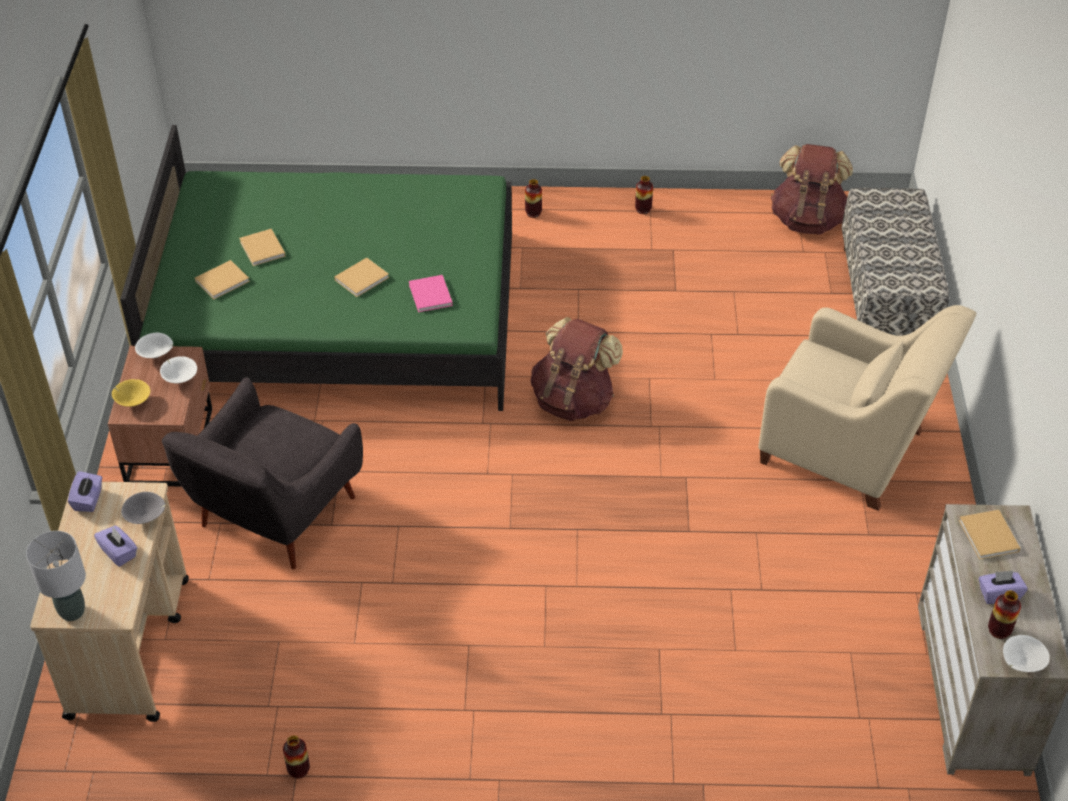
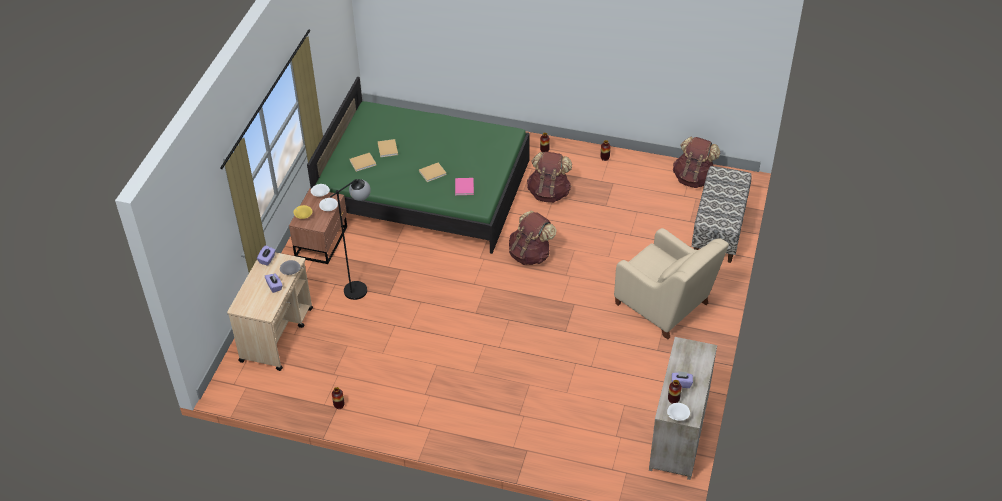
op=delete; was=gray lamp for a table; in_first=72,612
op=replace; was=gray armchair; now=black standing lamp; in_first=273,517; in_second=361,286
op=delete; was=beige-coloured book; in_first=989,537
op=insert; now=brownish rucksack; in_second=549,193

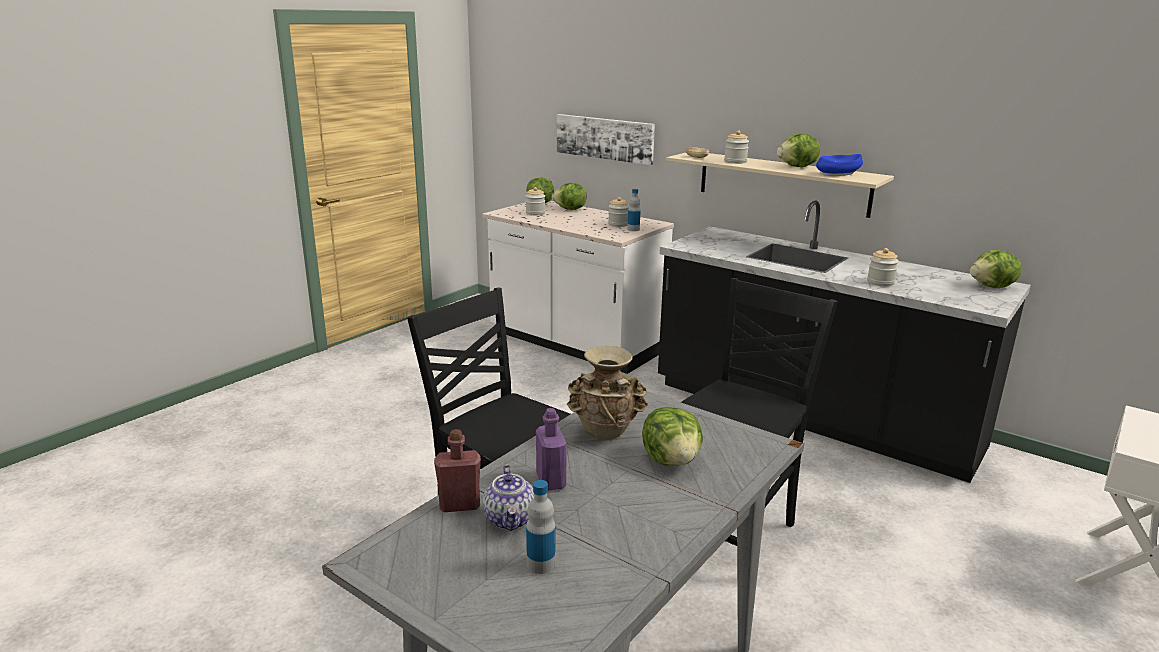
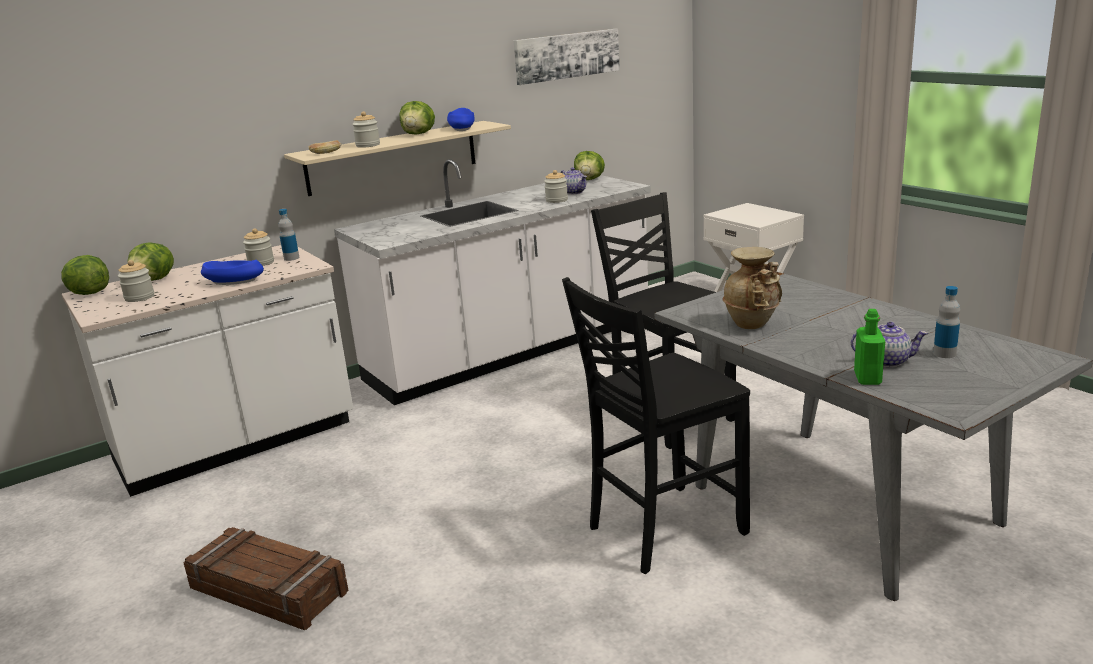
op=recolor; was=reddish drink bottle; now=green drink bottle; in_first=460,505; in_second=867,378
op=delete; was=purple-coloured drink bottle; in_first=551,481
op=move; was=wall picture; in_first=605,138; in_second=567,56
op=delete; was=lettuce head; in_first=672,460
op=recolor; was=black counter; now=white-coloured counter; in_first=811,417; in_second=512,352
op=insert; now=shipping crate; in_second=269,589
op=insert; now=blue-coloured serving bowl; in_second=234,281
op=insert; now=tea pot; in_second=574,192

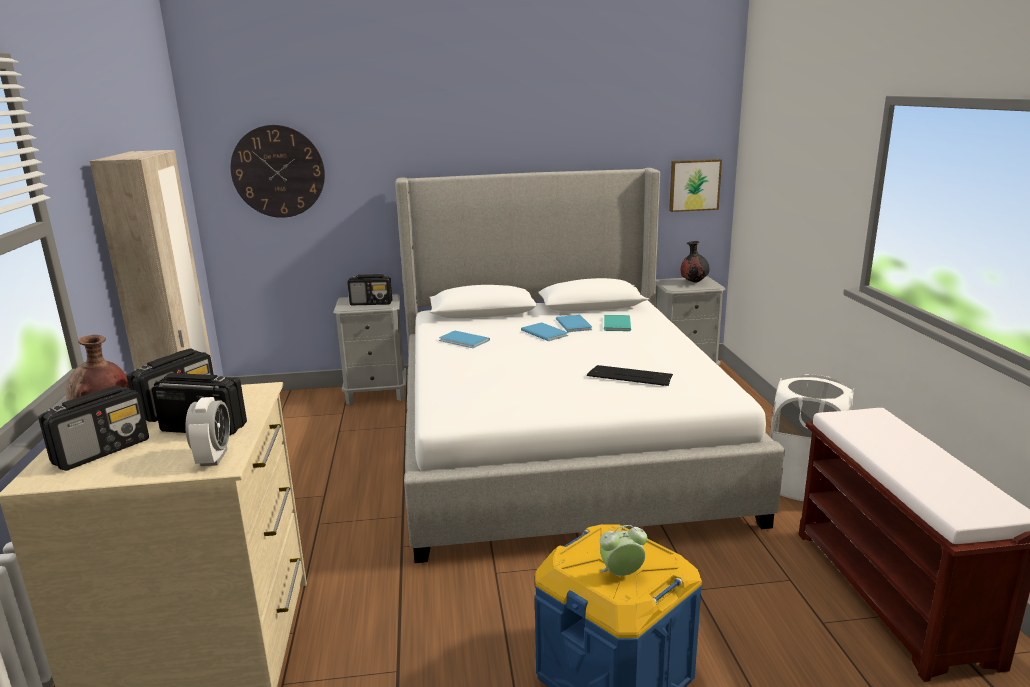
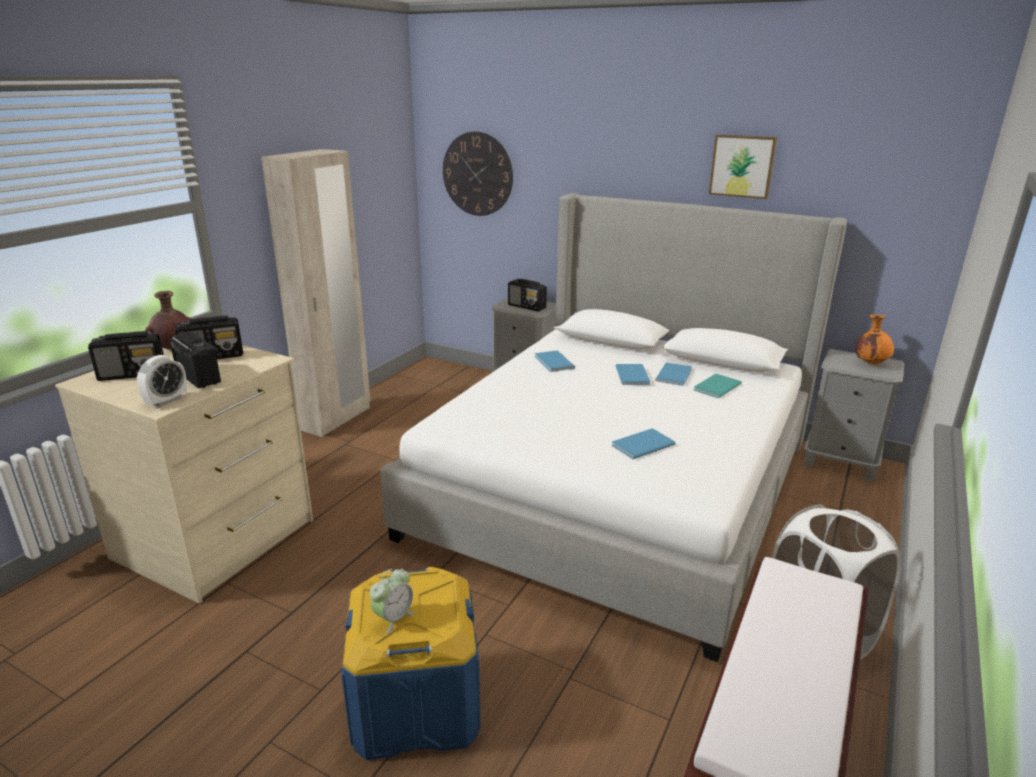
op=replace; was=computer keyboard; now=blue-coloured book; in_first=630,376; in_second=640,445
op=rotate; was=table clock; in_first=622,574; in_second=393,618; clockwise=105
op=move; was=wall picture; in_first=694,185; in_second=742,166
op=recolor; was=black decorative vase; now=orange-coloured decorative vase; in_first=693,282; in_second=870,363

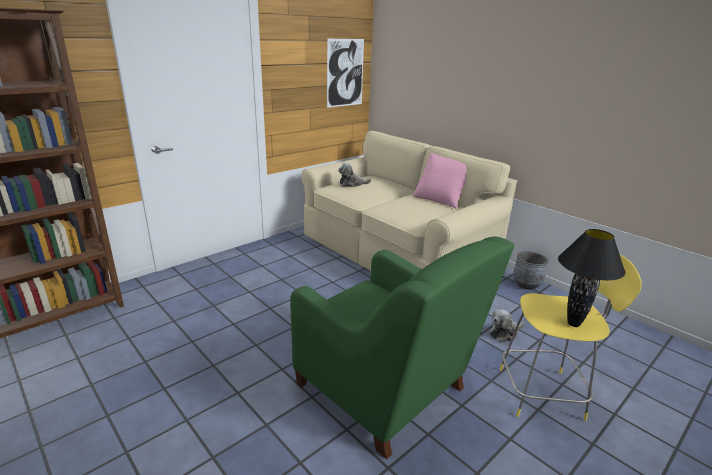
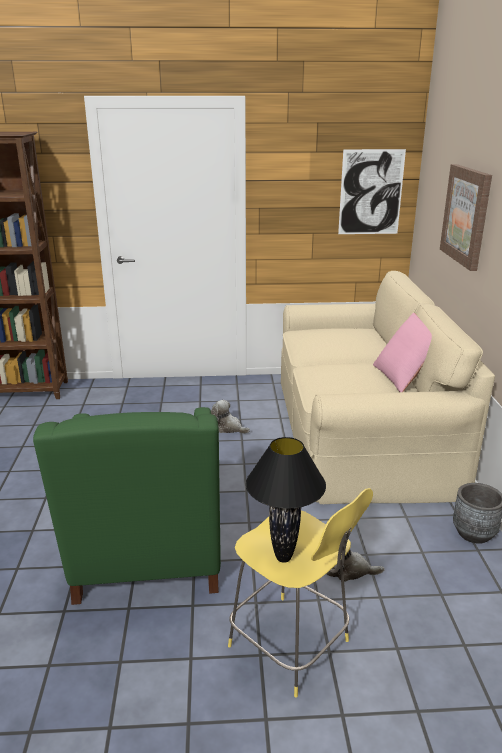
op=move; was=cuddly toy; in_first=352,184; in_second=228,428
op=insert; now=wall picture; in_second=466,215

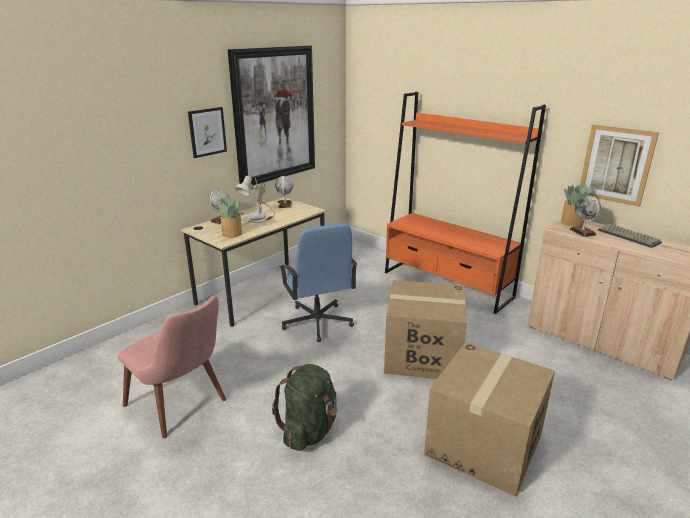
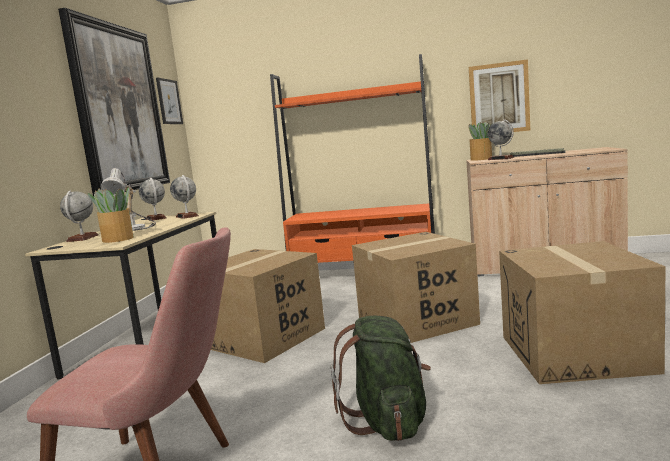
op=move; was=wall picture; in_first=207,132; in_second=169,102
op=replace; was=blue-coloured computer chair; now=carton; in_first=317,322; in_second=263,338
op=insert; now=world globe; in_second=187,216

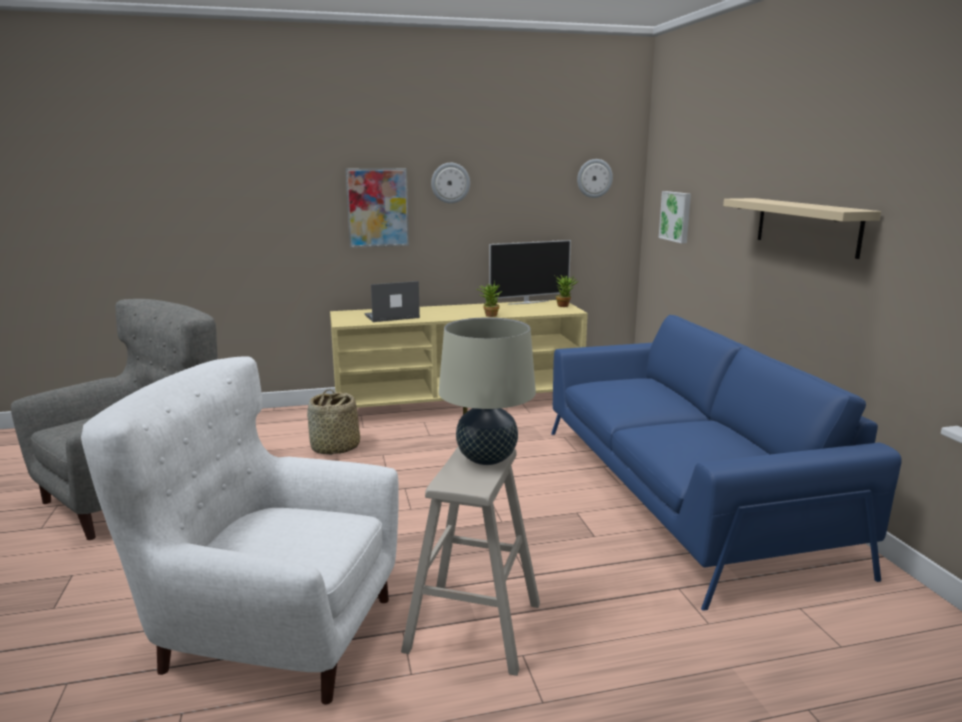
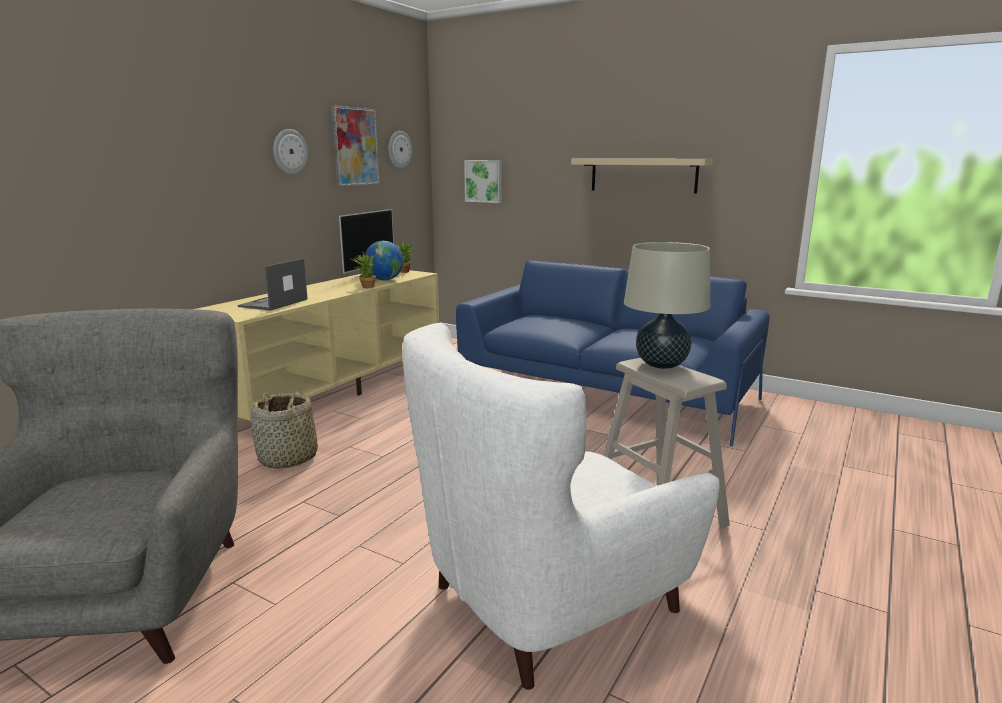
op=move; was=wall picture; in_first=377,208; in_second=355,146
op=insert; now=world globe; in_second=384,280

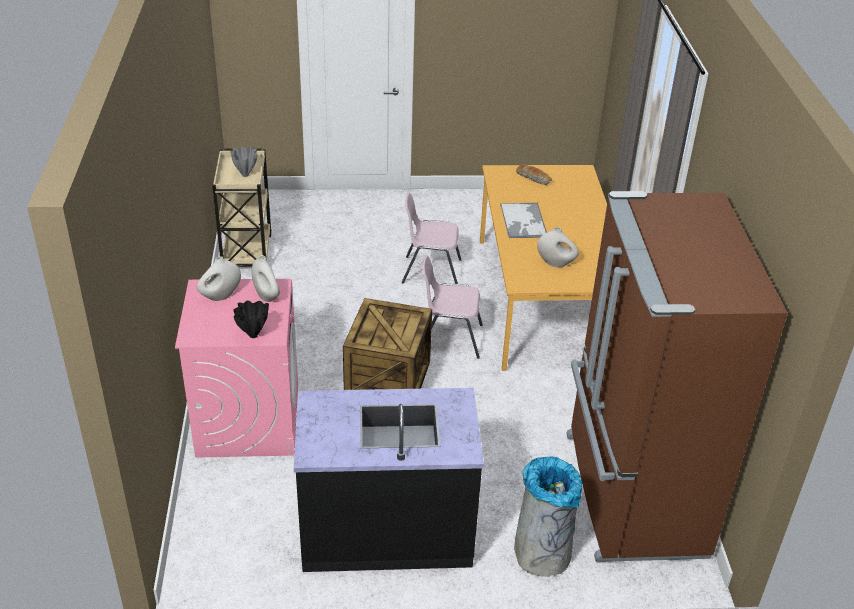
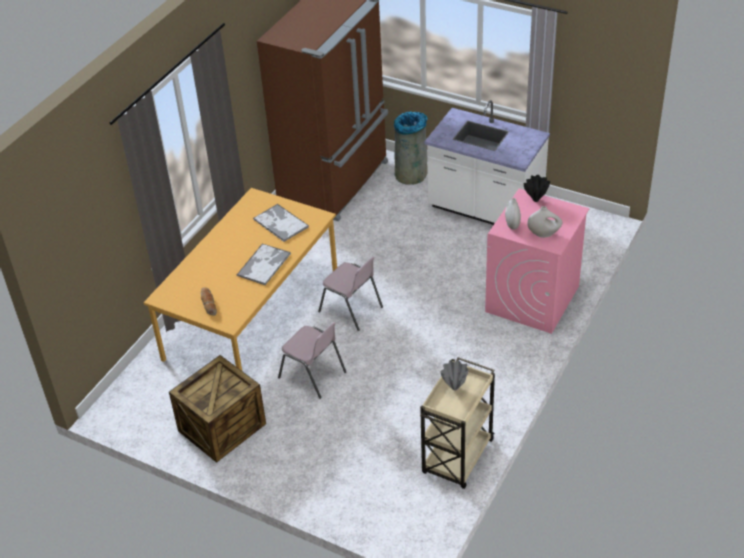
op=recolor; was=black counter; now=white-coloured counter; in_first=386,530; in_second=485,209
op=move; was=shipping crate; in_first=389,381; in_second=221,426
op=replace; was=white-coloured decorative vase; now=carrying tray; in_first=555,263; in_second=280,223

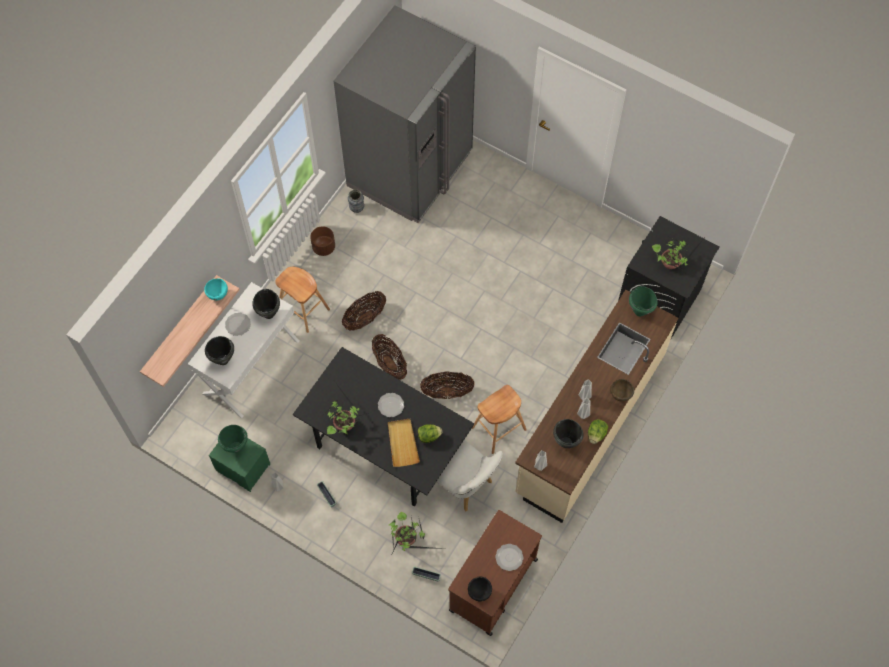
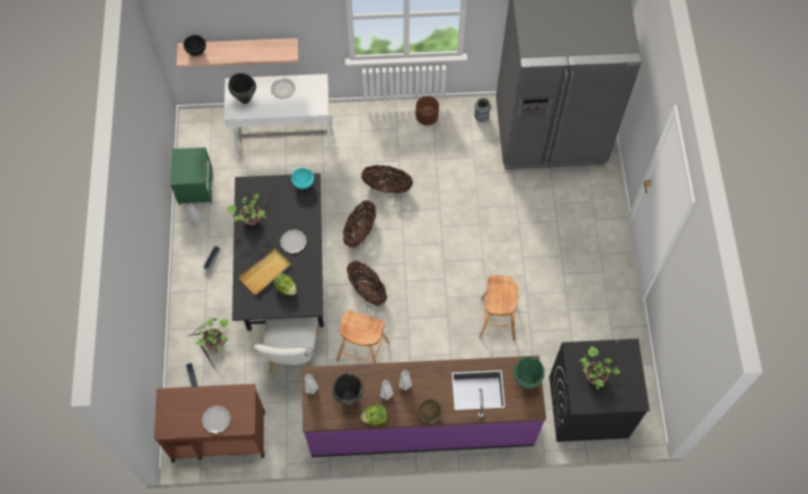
op=move; was=turquoise-coloured serving bowl; in_first=218,294; in_second=303,184
op=delete; was=green cooking pot; in_first=235,447
op=delete; was=black cooking pot; in_first=269,313
op=move; was=brownish stool seat; in_first=303,309; in_second=497,318
op=move; was=black serving bowl; in_first=479,592; in_second=197,52
op=recolor; was=beige-coloured counter; now=purple-coloured counter; in_first=589,424; in_second=421,422

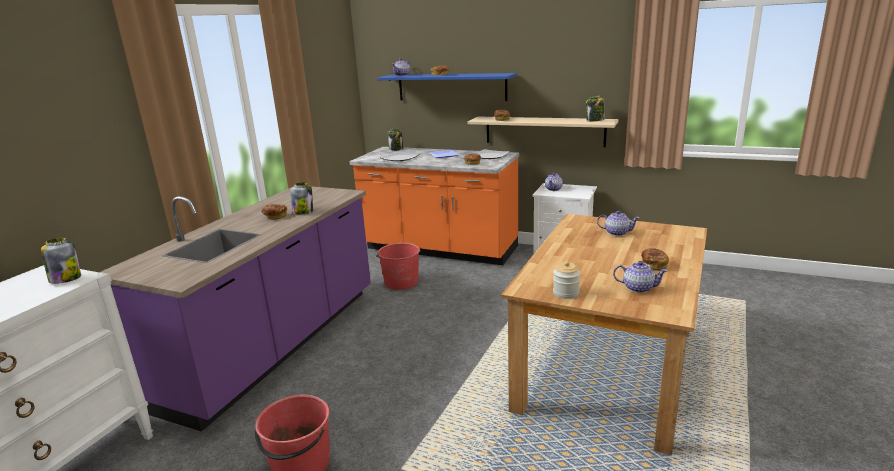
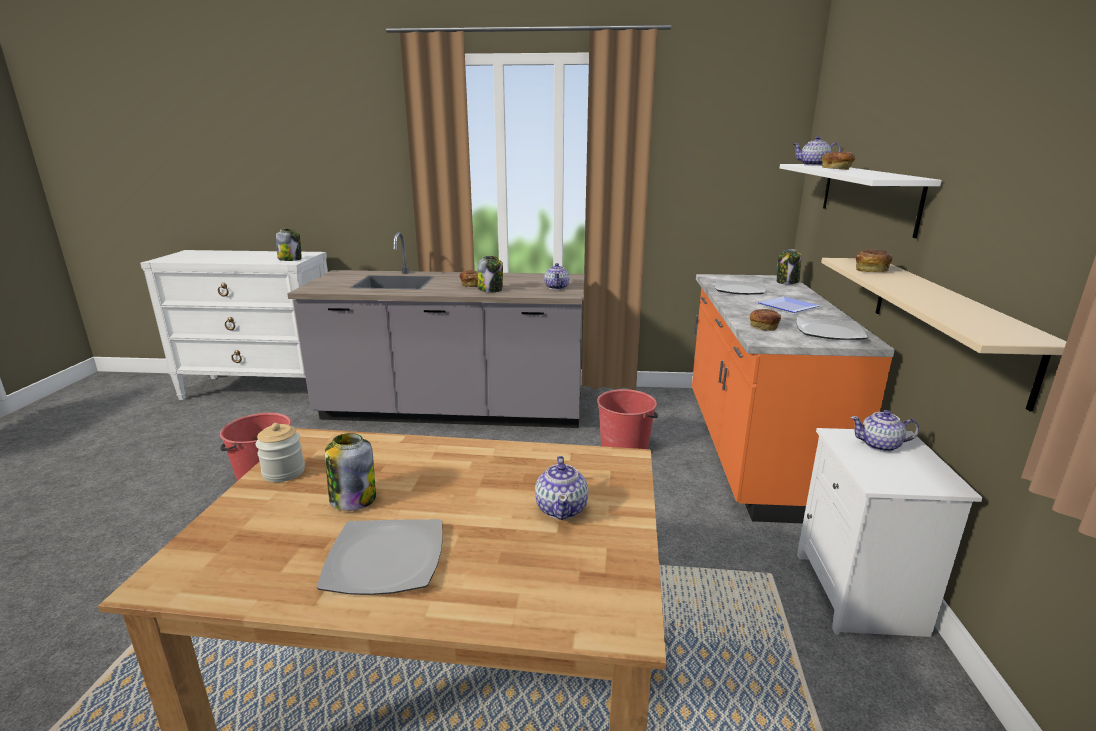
op=recolor; was=purple-coloured counter; now=gray counter; in_first=275,344; in_second=453,411
op=recolor; was=blue-coloured shelf; now=white-coloured shelf; in_first=451,87; in_second=867,195
op=move; was=preserve jar; in_first=595,120; in_second=353,499
op=move; was=tea pot; in_first=638,288; in_second=557,287
op=replace; was=baked bread; now=flat dish; in_first=654,265; in_second=386,558

